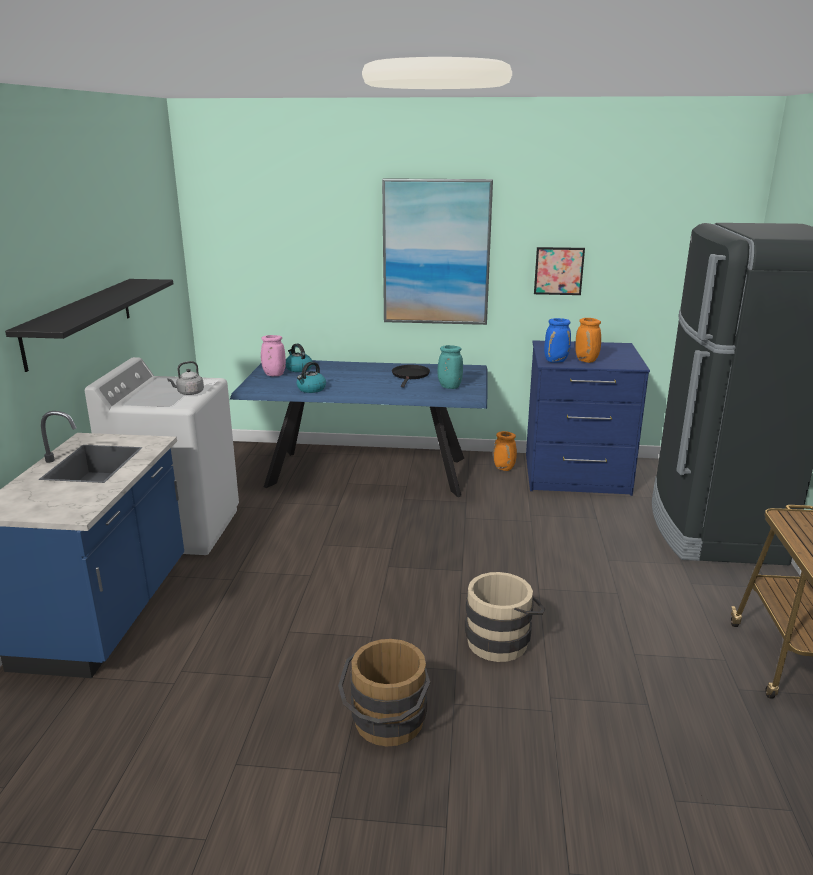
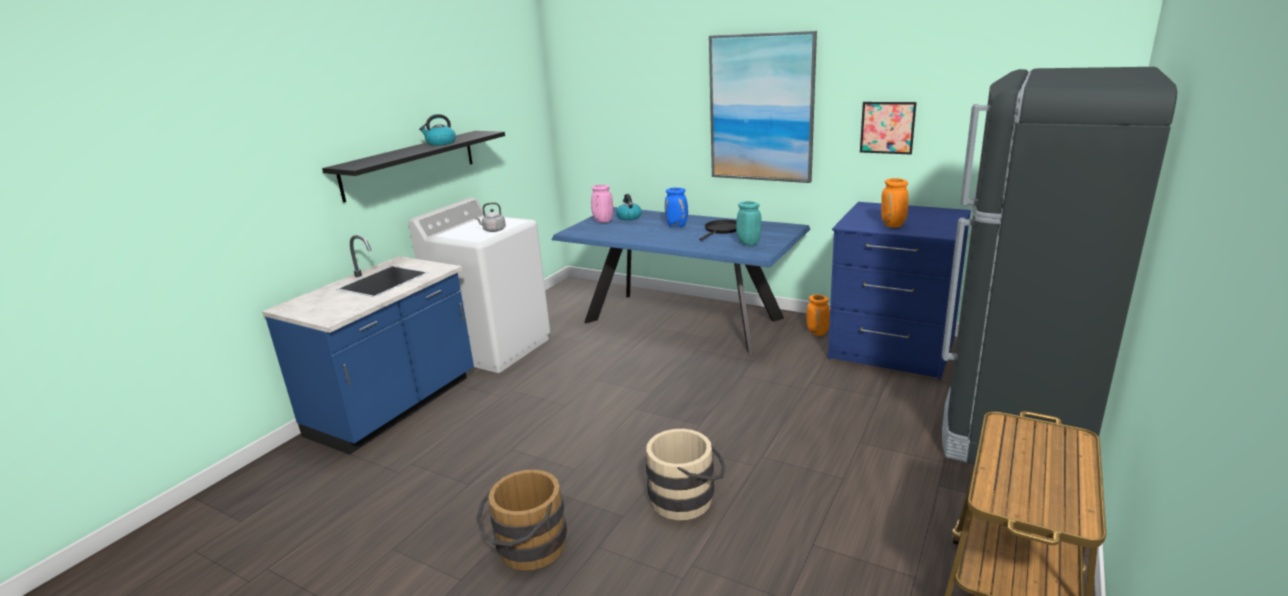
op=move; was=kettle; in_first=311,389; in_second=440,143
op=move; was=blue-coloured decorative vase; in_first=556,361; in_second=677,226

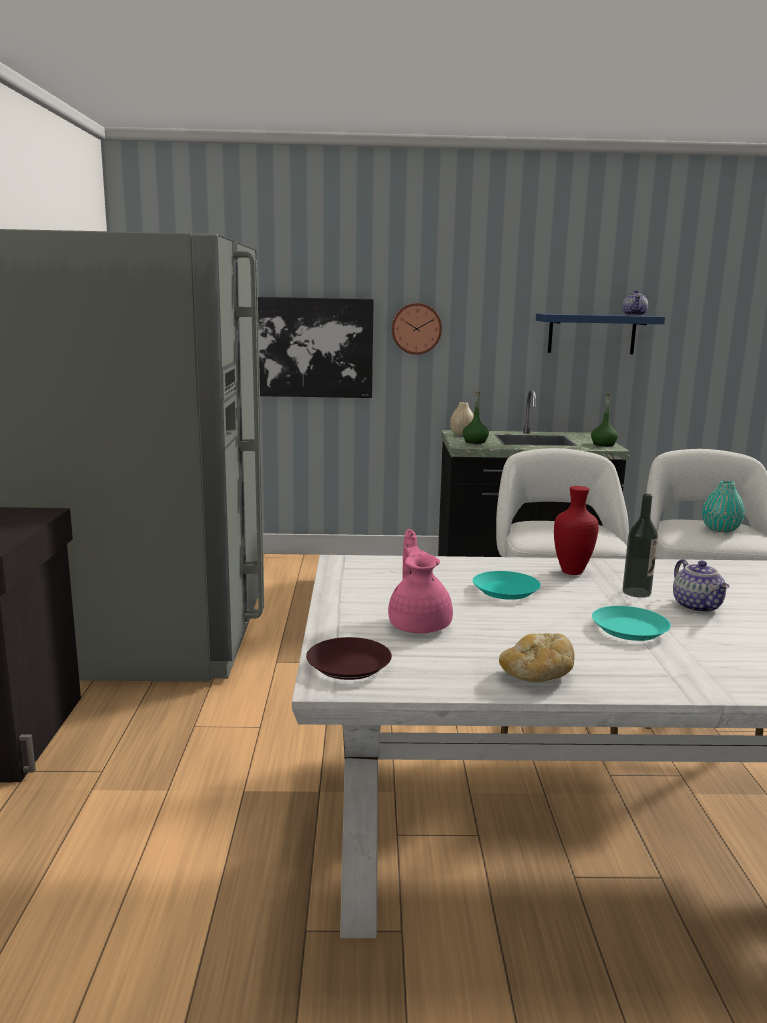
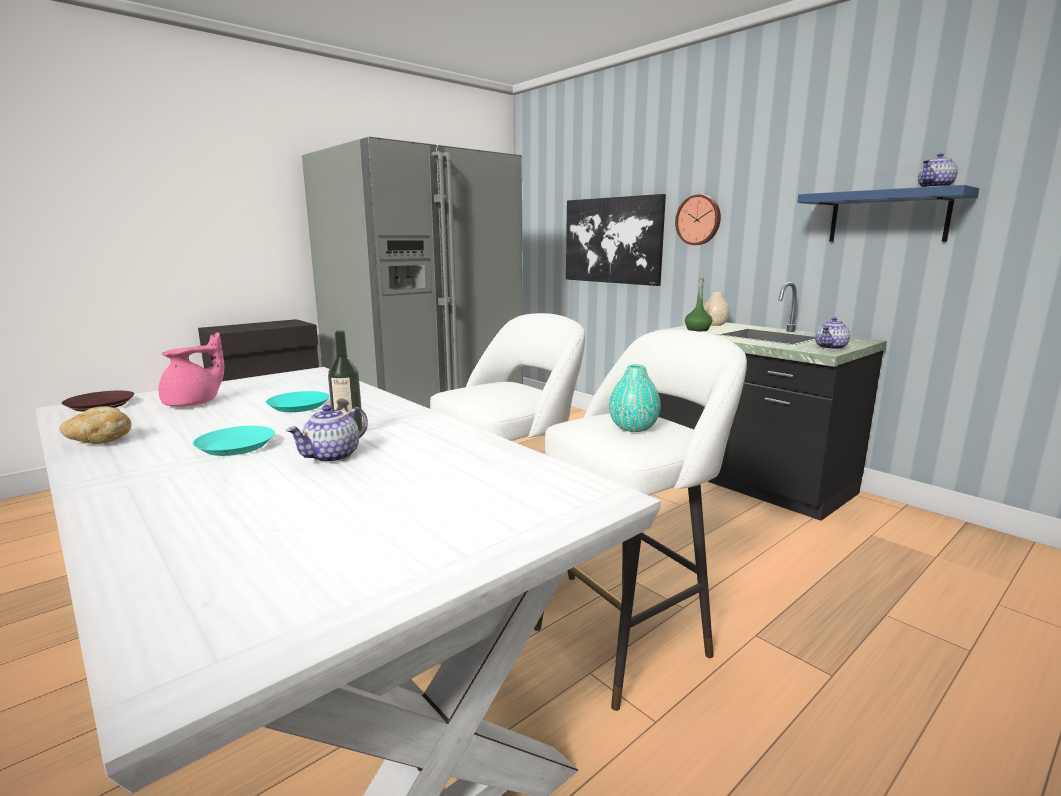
op=delete; was=reddish decorative vase; in_first=573,572
op=replace; was=green drink bottle; now=tea pot; in_first=603,444; in_second=831,348

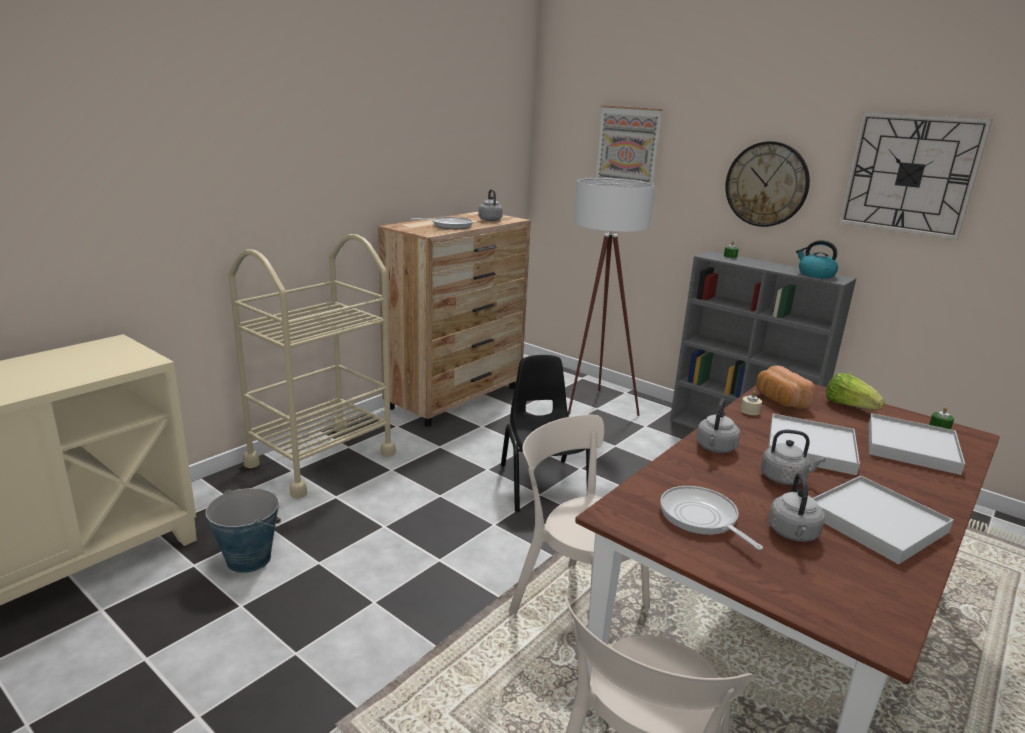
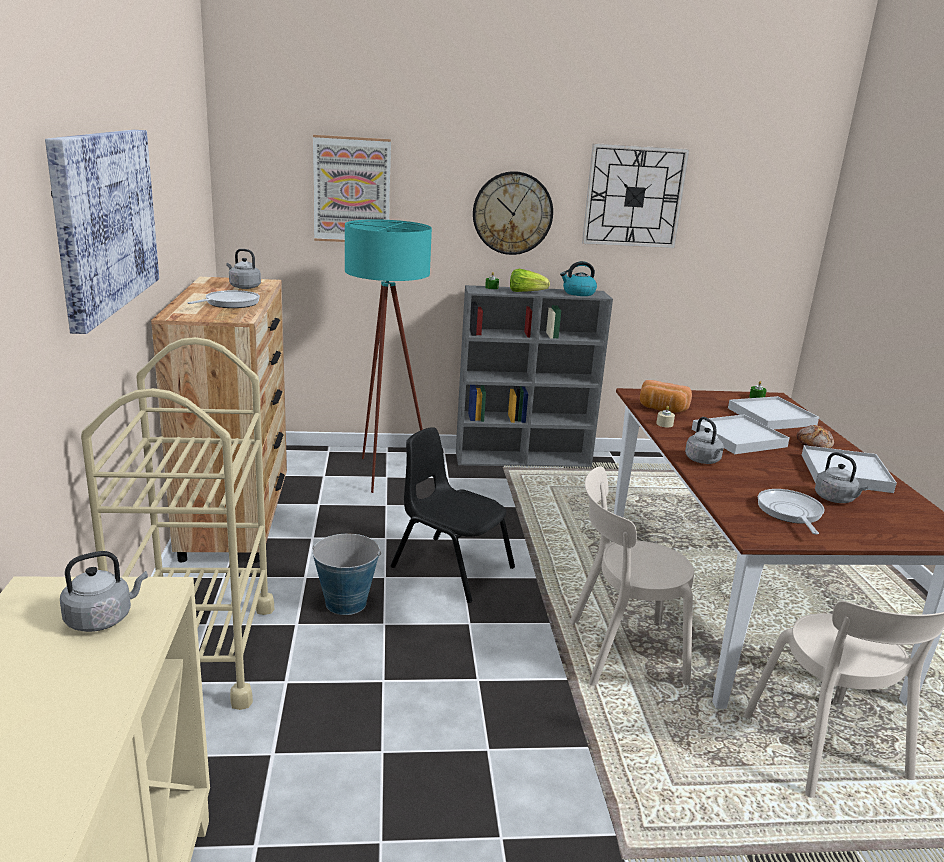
op=move; was=bucket; in_first=248,559; in_second=345,603
op=recolor; was=white-coloured standing lamp; now=turquoise-coloured standing lamp; in_first=594,408; in_second=384,477
op=rotate; was=frying pan; in_first=701,518; in_second=790,513; clockwise=75
op=move; was=gray kettle; in_first=785,478; in_second=102,618
op=move; was=lettuce head; in_first=849,406; in_second=526,292
op=insert; now=wall picture; in_second=103,221
op=insert; now=baked bread; in_second=814,444

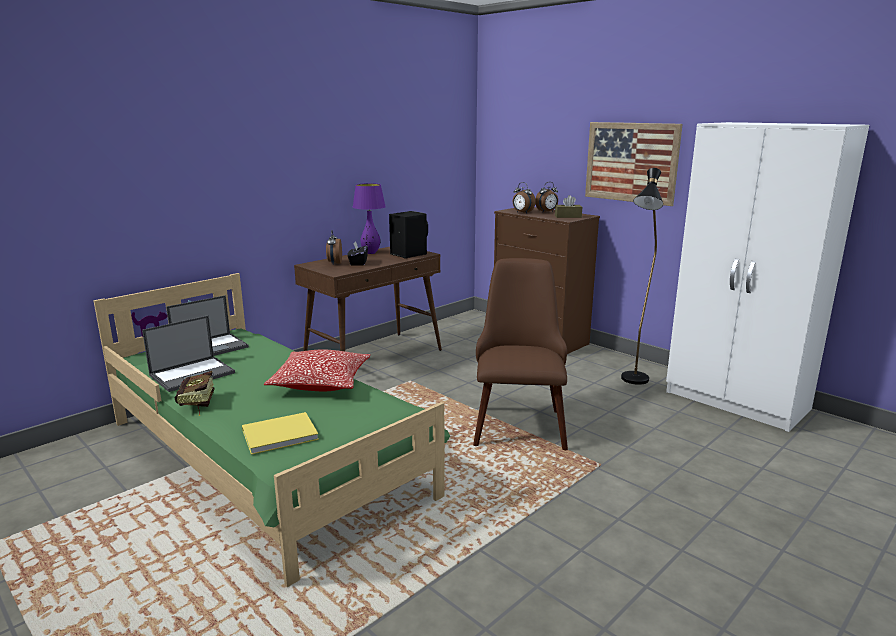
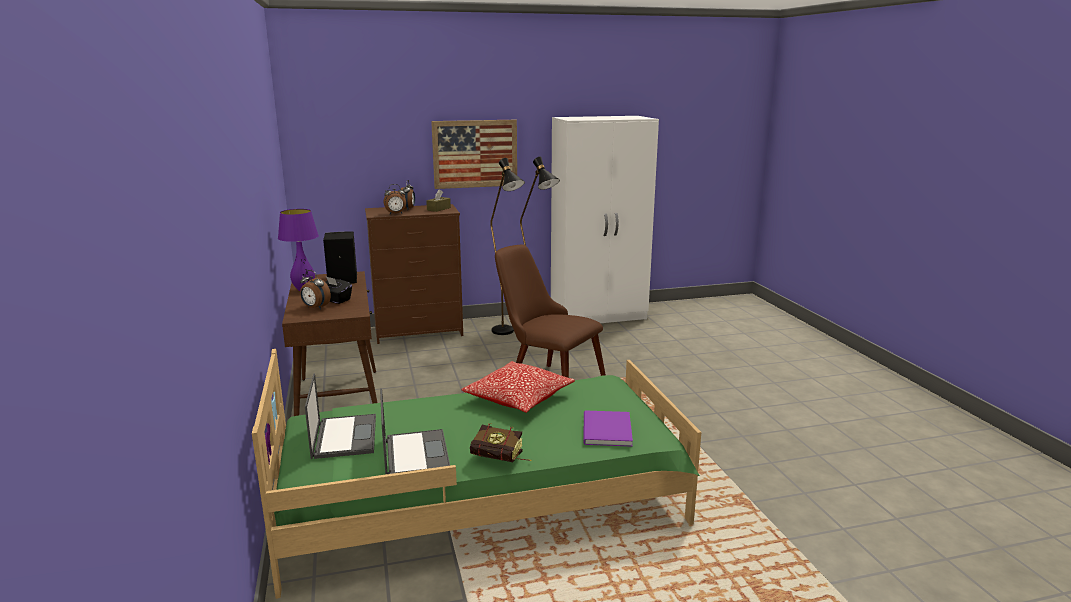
op=recolor; was=yellow-coloured book; now=purple-coloured book; in_first=277,434; in_second=605,431
op=insert; now=black standing lamp; in_second=507,333

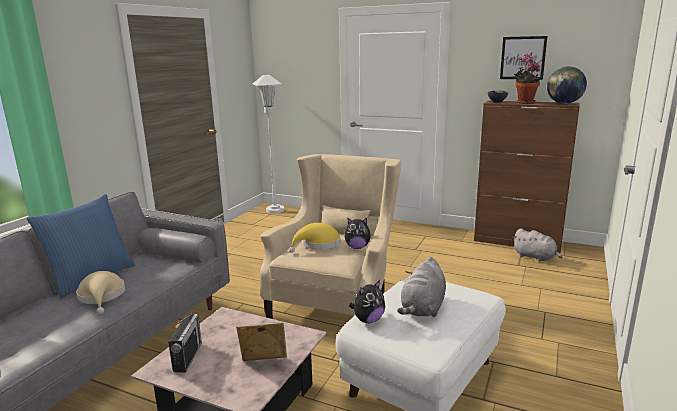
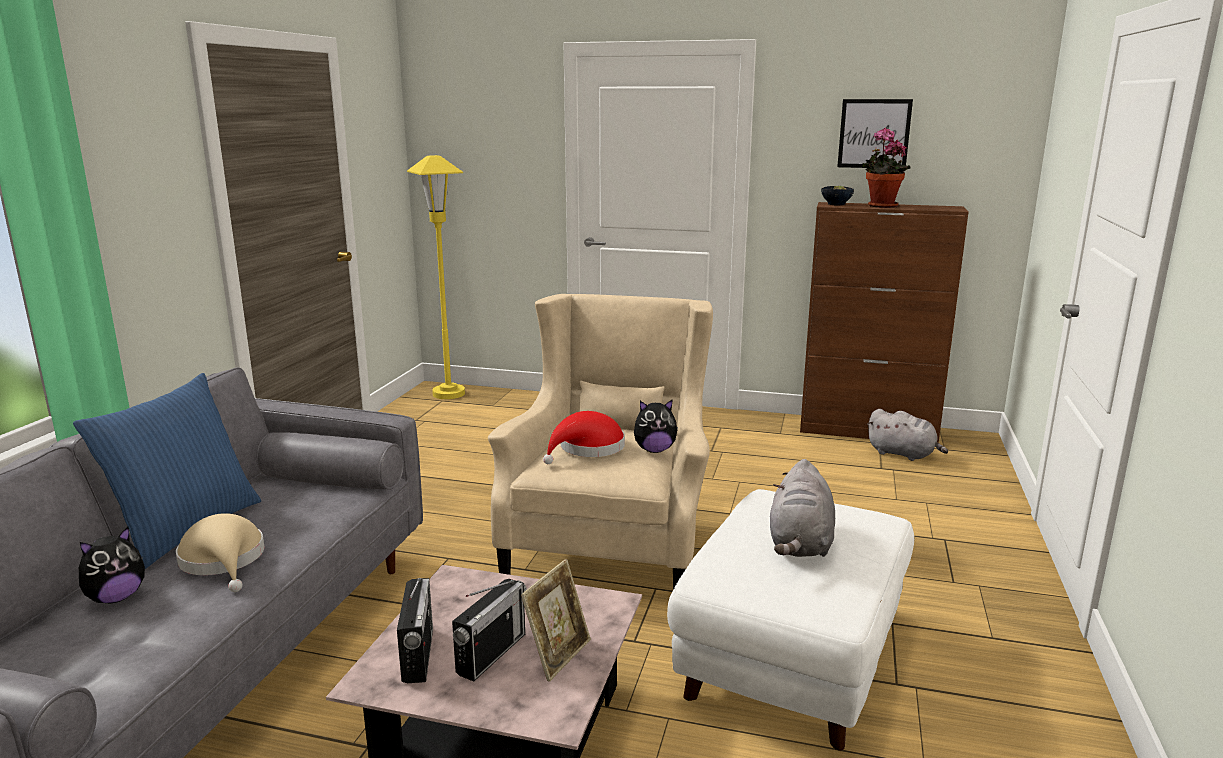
op=rotate; was=photo frame; in_first=264,363; in_second=558,655; clockwise=135
op=recolor; was=white-coloured standing lamp; now=yellow-coloured standing lamp; in_first=275,210; in_second=449,393
op=recolor; was=yellow-coloured clothing hat; now=reddish clothing hat; in_first=318,244; in_second=588,449
op=move; was=cuddly toy; in_first=368,320; in_second=116,597
op=delete; was=world globe; in_first=564,103
op=insert; now=radio; in_second=491,654

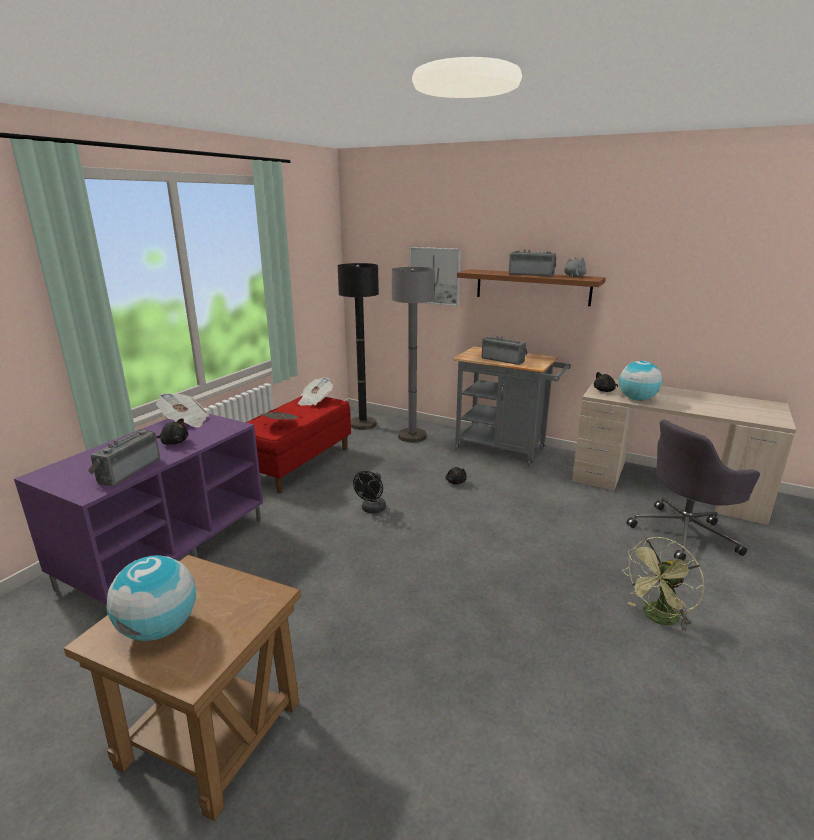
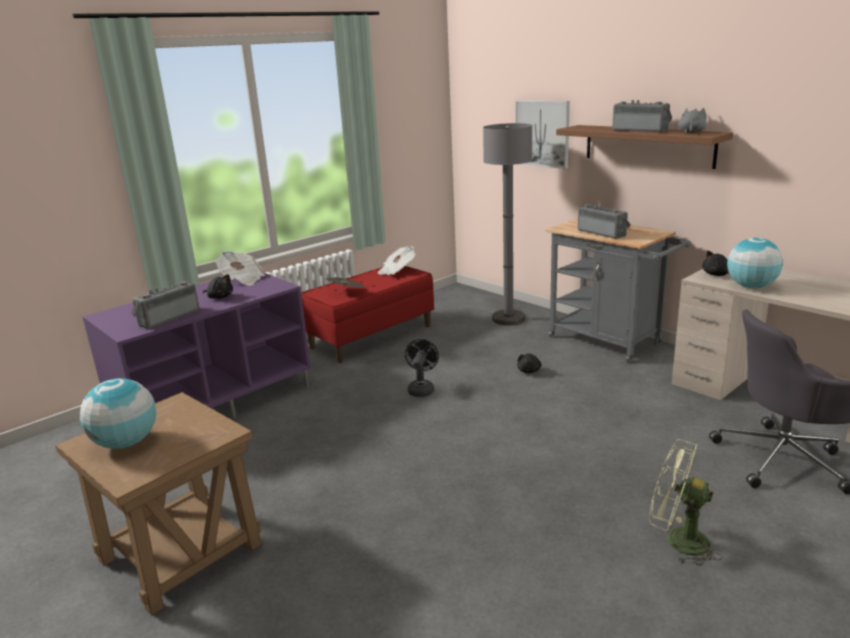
op=delete; was=black standing lamp; in_first=363,424
op=rotate; was=black cooling fan; in_first=372,510; in_second=421,389; clockwise=150
op=rotate; was=green cooling fan; in_first=657,618; in_second=677,541; clockwise=45

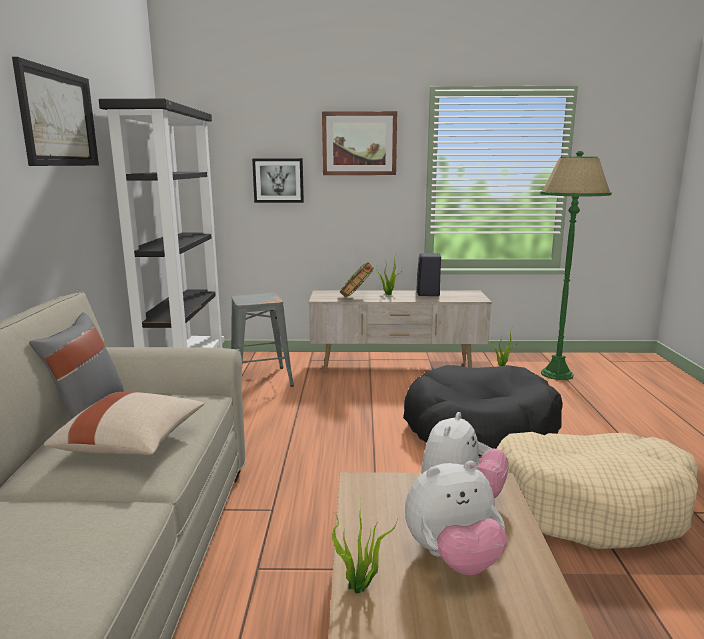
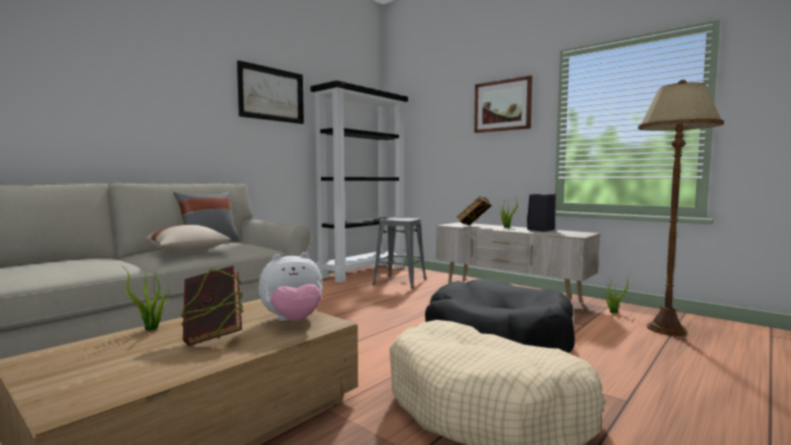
op=delete; was=wall picture; in_first=278,180
op=replace; was=cuddly toy; now=book; in_first=453,558; in_second=213,337
op=recolor; was=green standing lamp; now=brownish standing lamp; in_first=556,374; in_second=666,329

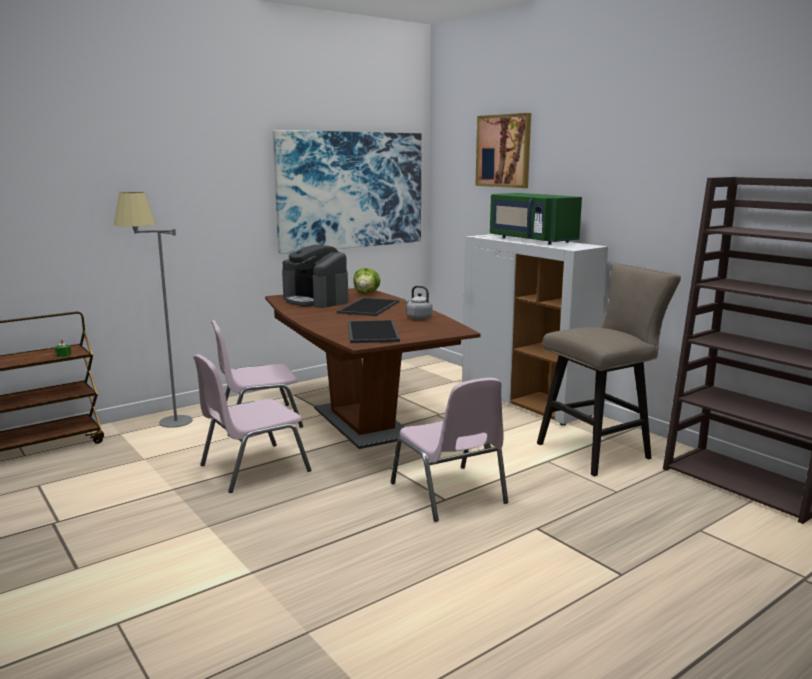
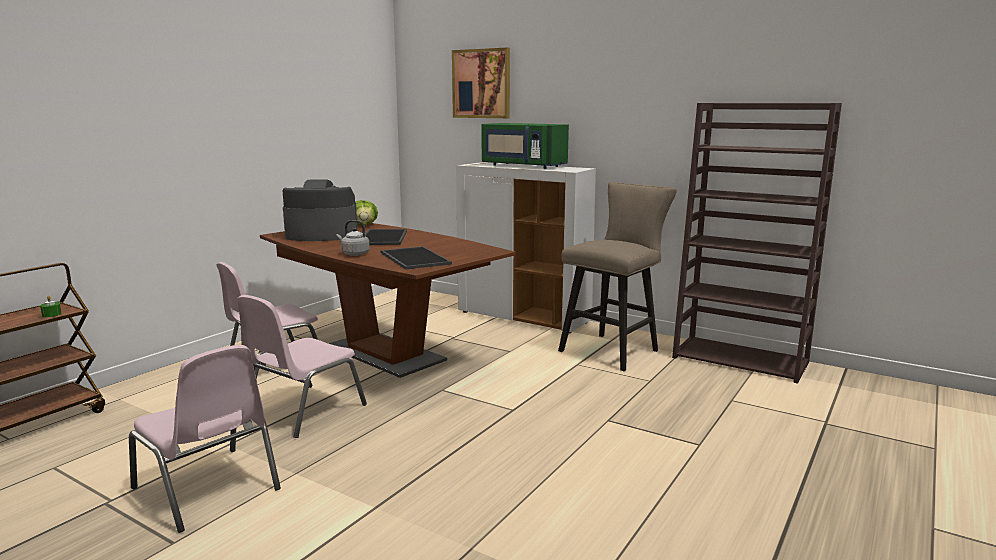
op=delete; was=gray standing lamp; in_first=165,426
op=delete; was=wall picture; in_first=351,190
op=rotate; was=coffee maker; in_first=316,300; in_second=321,235; clockwise=150
op=move; was=pink-coloured plain chair; in_first=449,494; in_second=208,489
op=move; was=gray kettle; in_first=418,317; in_second=354,254

